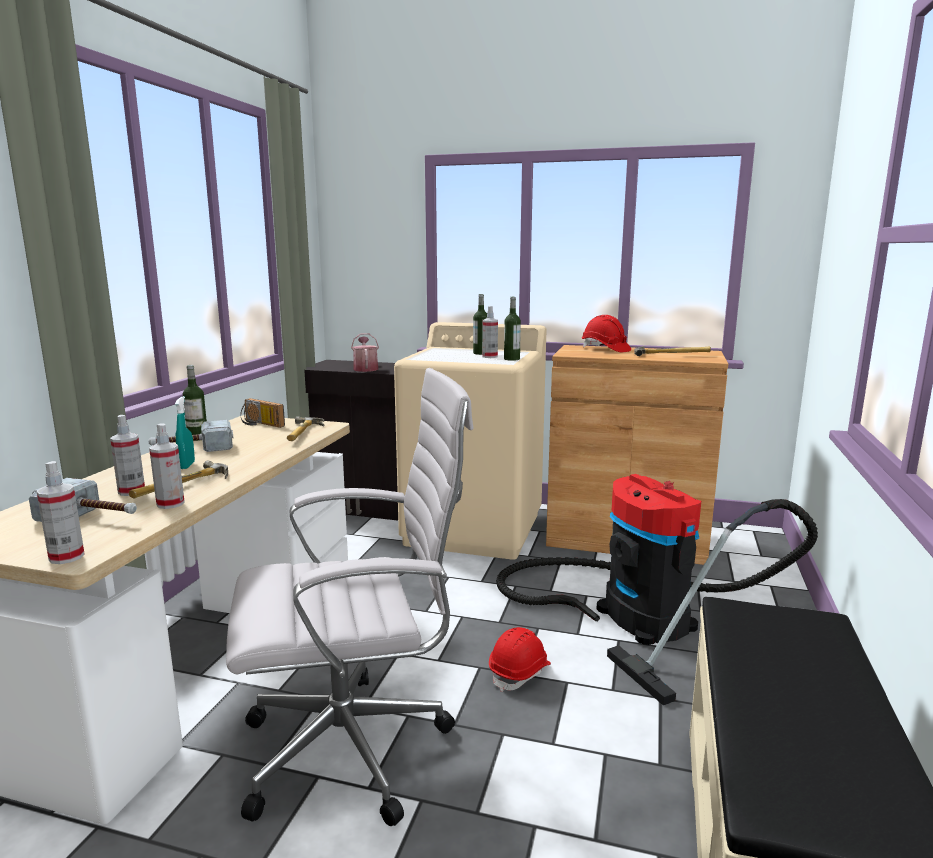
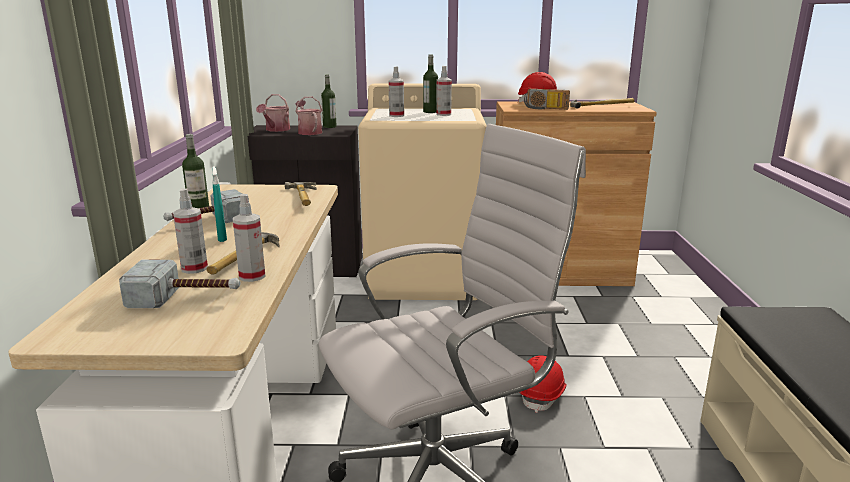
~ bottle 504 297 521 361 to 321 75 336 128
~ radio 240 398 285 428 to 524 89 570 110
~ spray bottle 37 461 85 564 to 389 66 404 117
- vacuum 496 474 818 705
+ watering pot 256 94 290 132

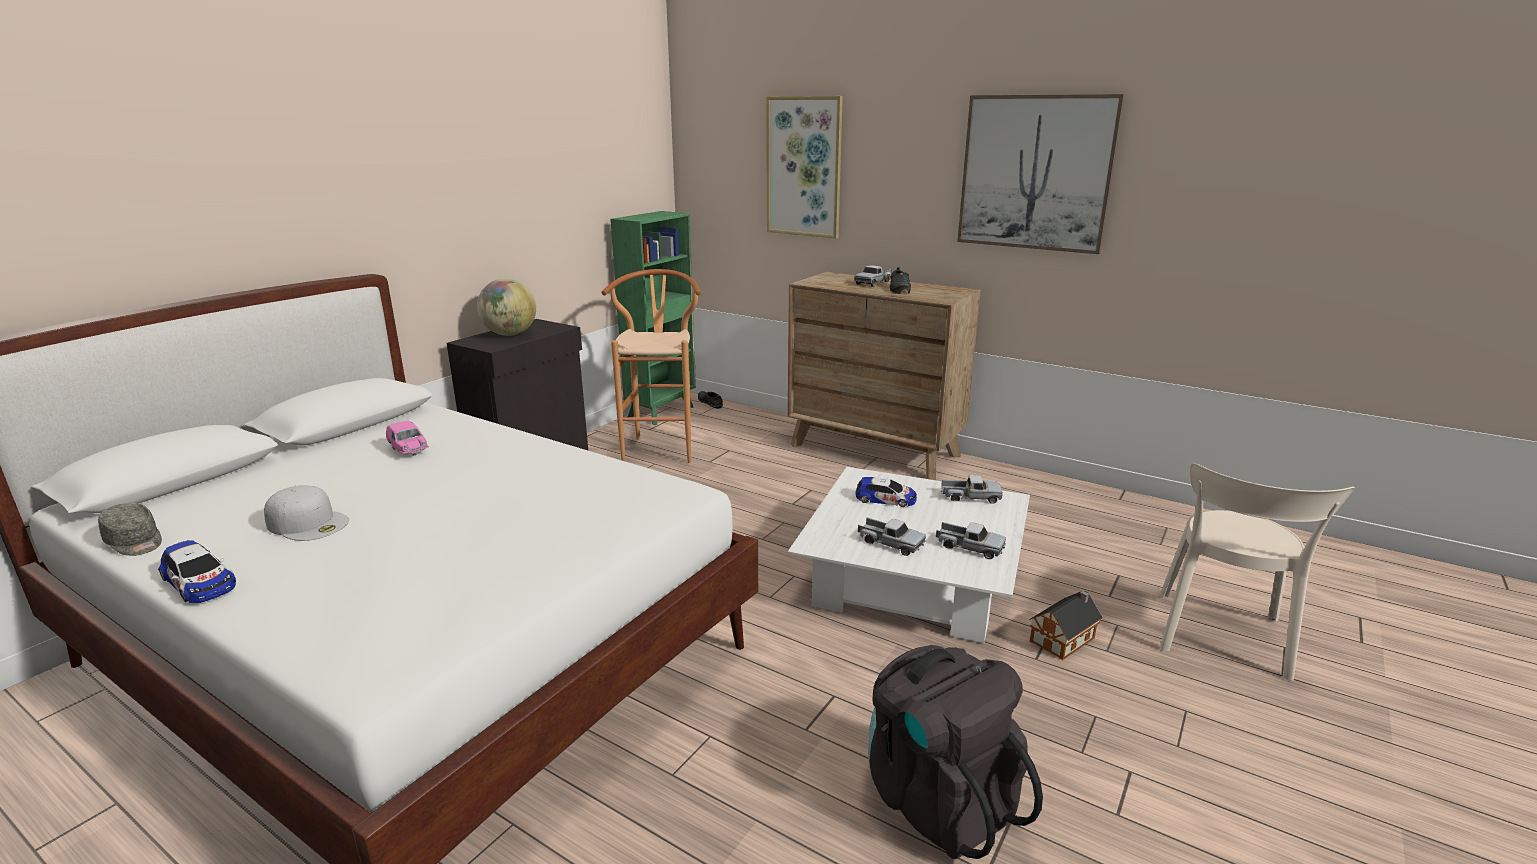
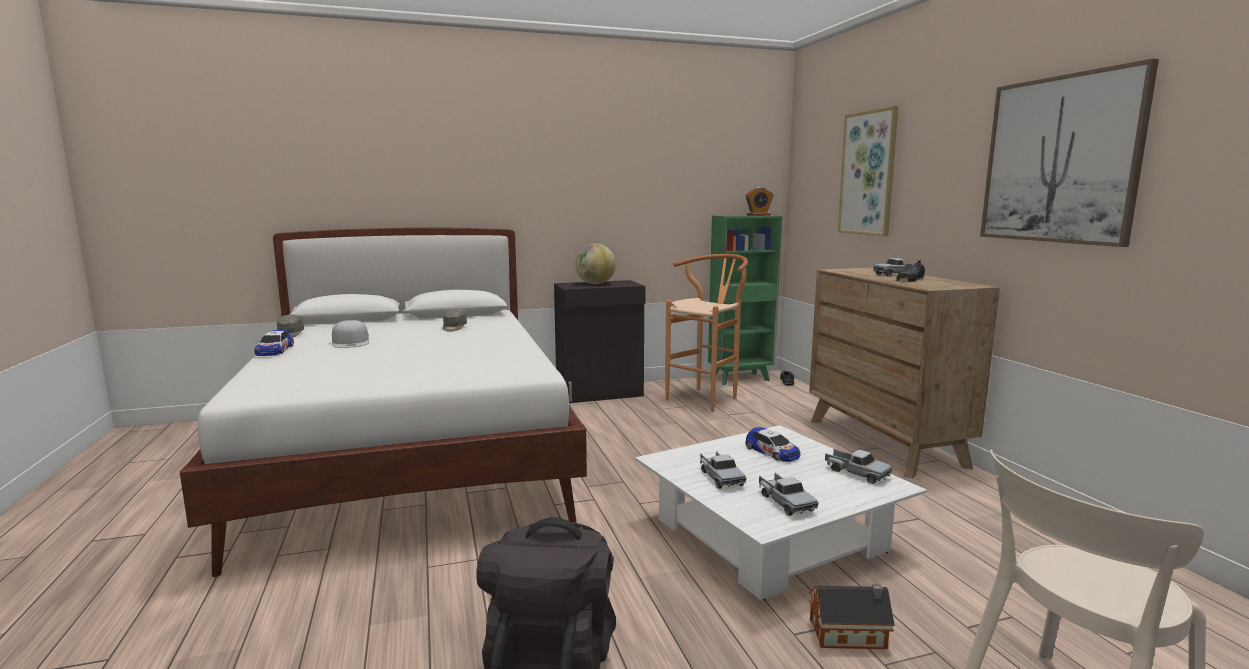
~ pink toy car 386 421 429 456 to greyish peaked cap 443 309 467 331
+ table clock 746 187 773 216

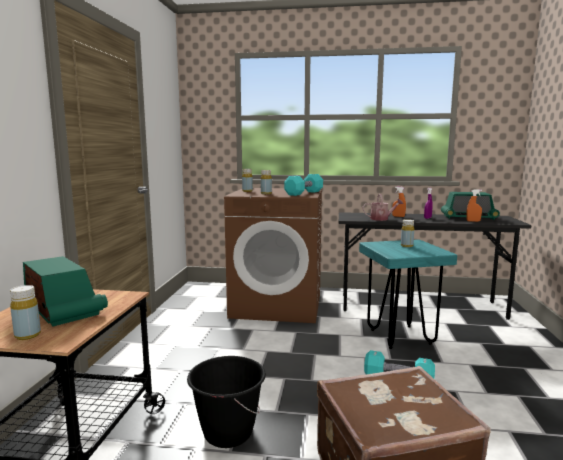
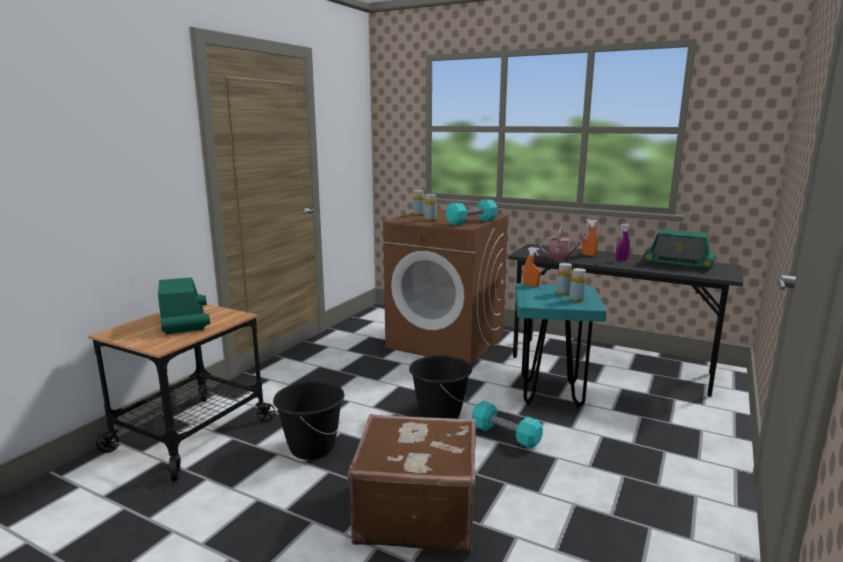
~ orange-coloured spray bottle 466 189 482 222 to 523 247 540 287
~ yellowish bottle 10 285 41 340 to 569 268 586 302
+ black-coloured pail 409 355 472 419

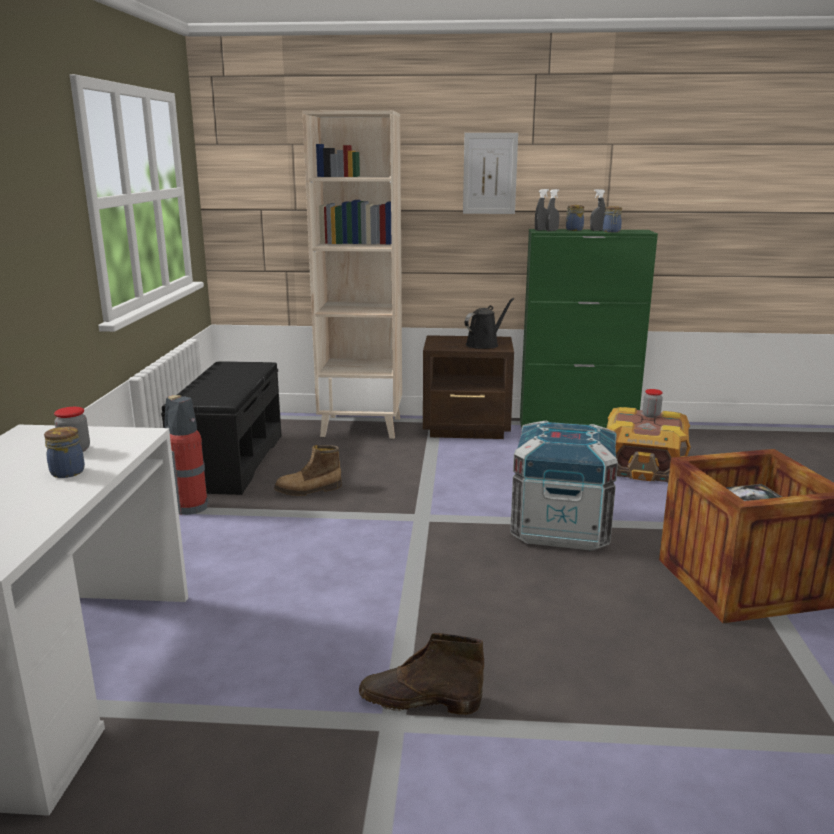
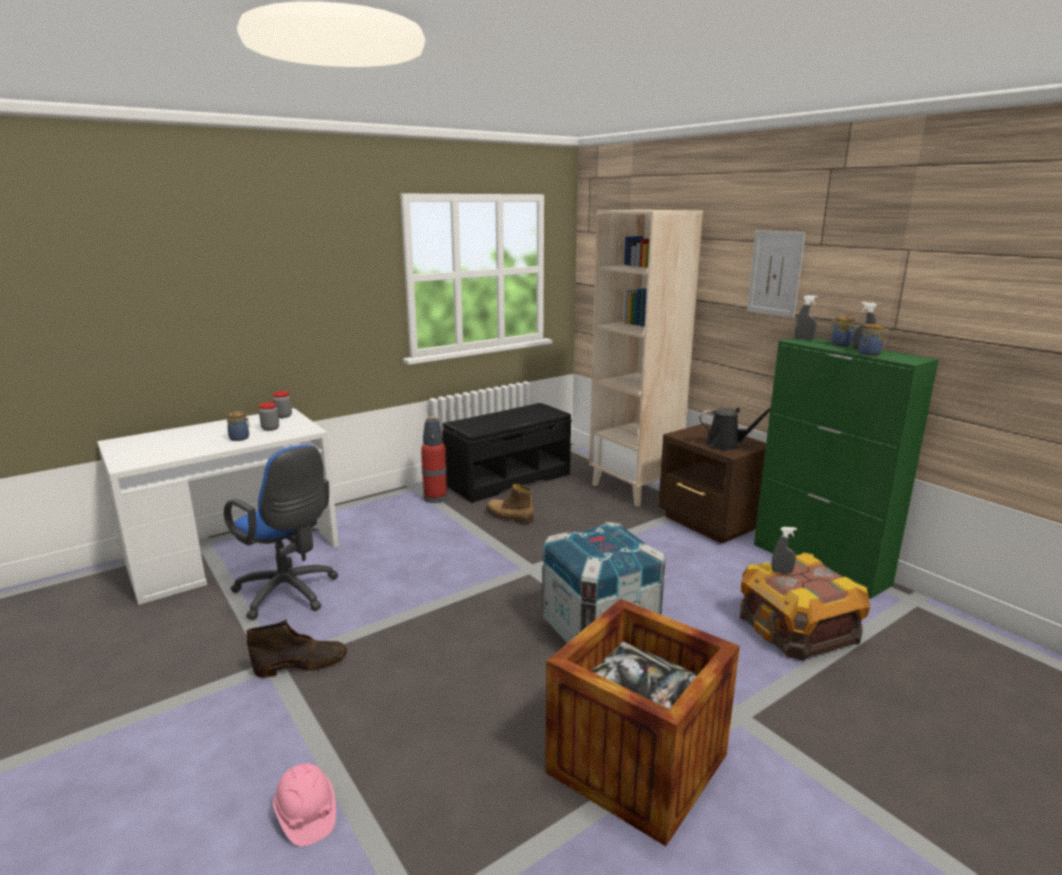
~ greyish spray bottle 546 189 559 231 to 772 527 797 574
~ jar 643 389 663 418 to 273 392 292 418
~ brownish boot 359 633 484 715 = 246 619 347 678 105 degrees clockwise
+ bluish office chair 224 445 338 620
+ pink hard hat 273 763 336 846

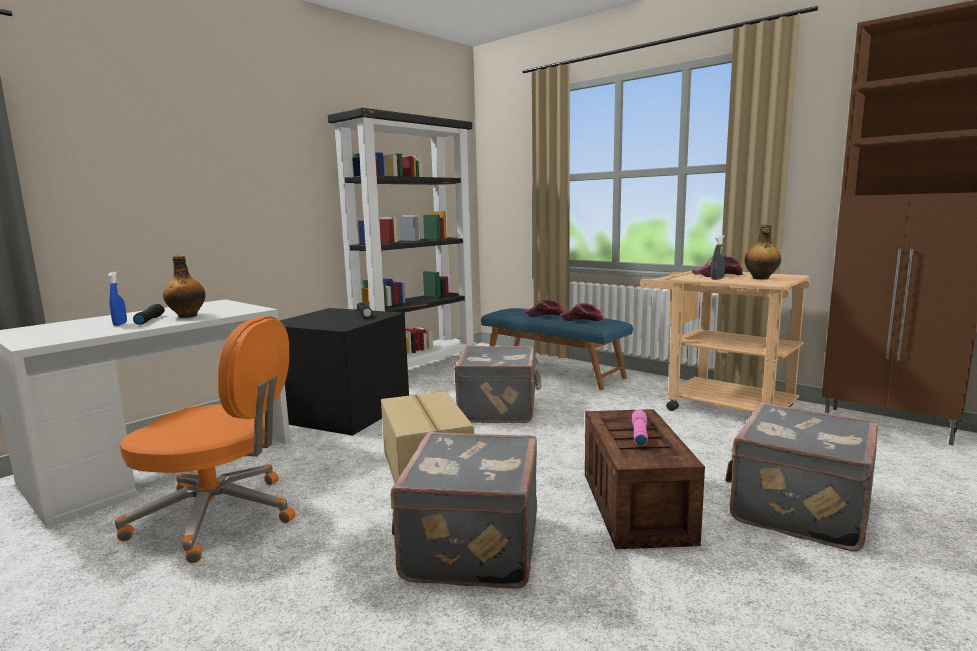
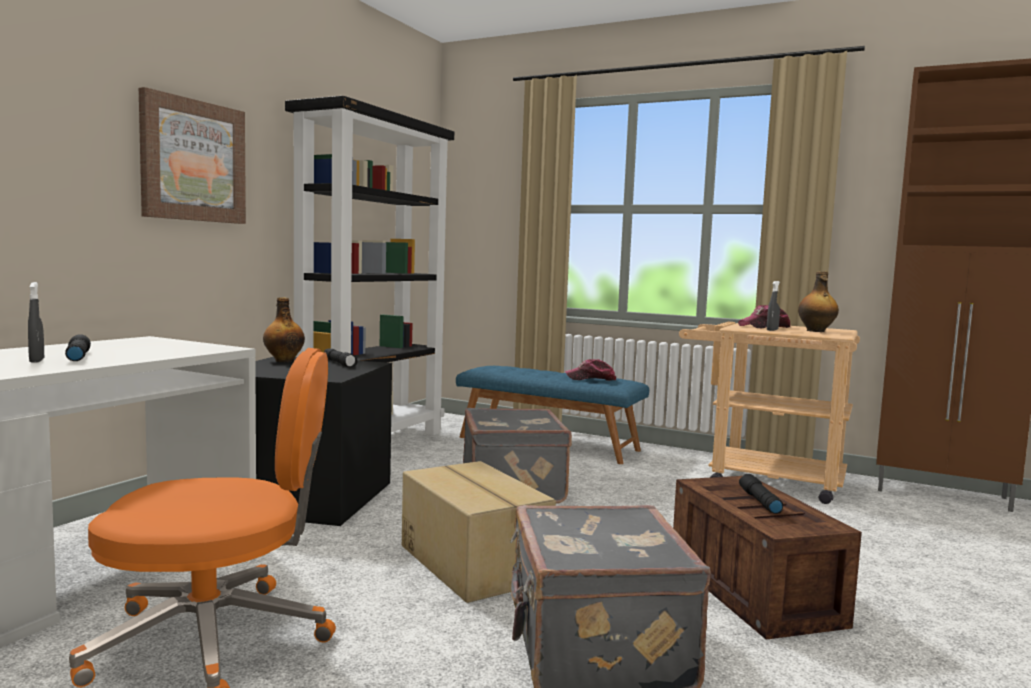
~ bottle 163 255 206 318 to 263 297 305 362
~ bluish spray bottle 108 271 127 326 to greyish spray bottle 28 282 44 363
- peaked cap 524 299 564 317
- greyish travel case 725 402 878 552
~ pink flashlight 632 409 648 446 to black-coloured flashlight 739 474 783 514
+ picture 139 87 246 224

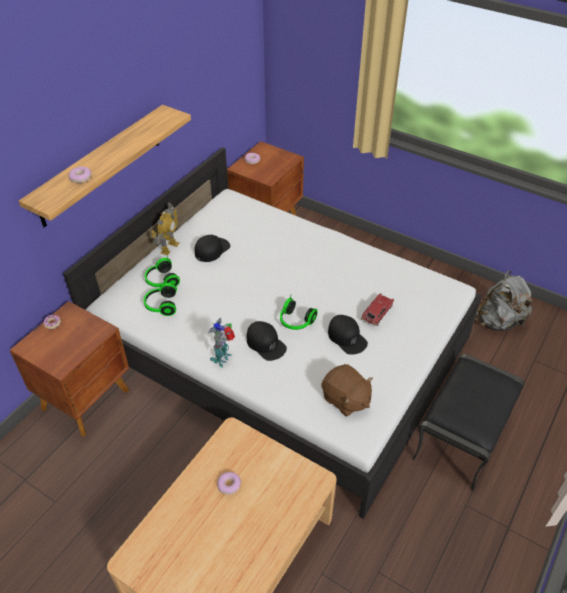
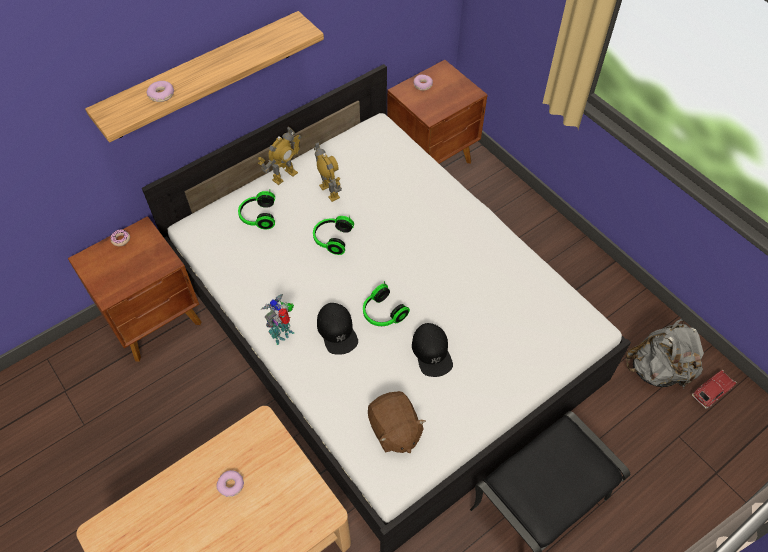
~ black-coloured peaked cap 195 235 230 262 to toy robot 314 142 342 202
~ pair of headphones 144 283 177 316 to 313 216 354 255
~ toy car 361 293 394 326 to 692 370 737 408

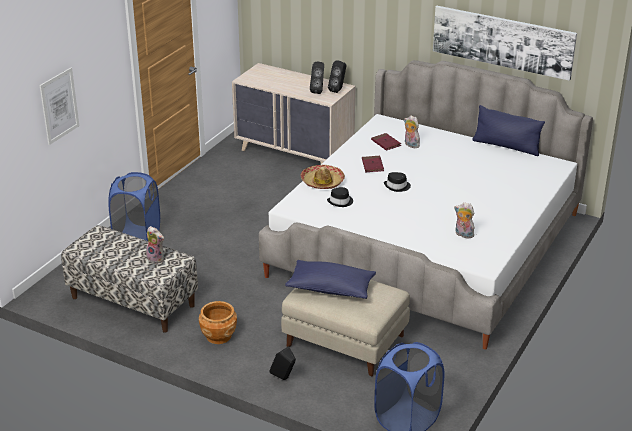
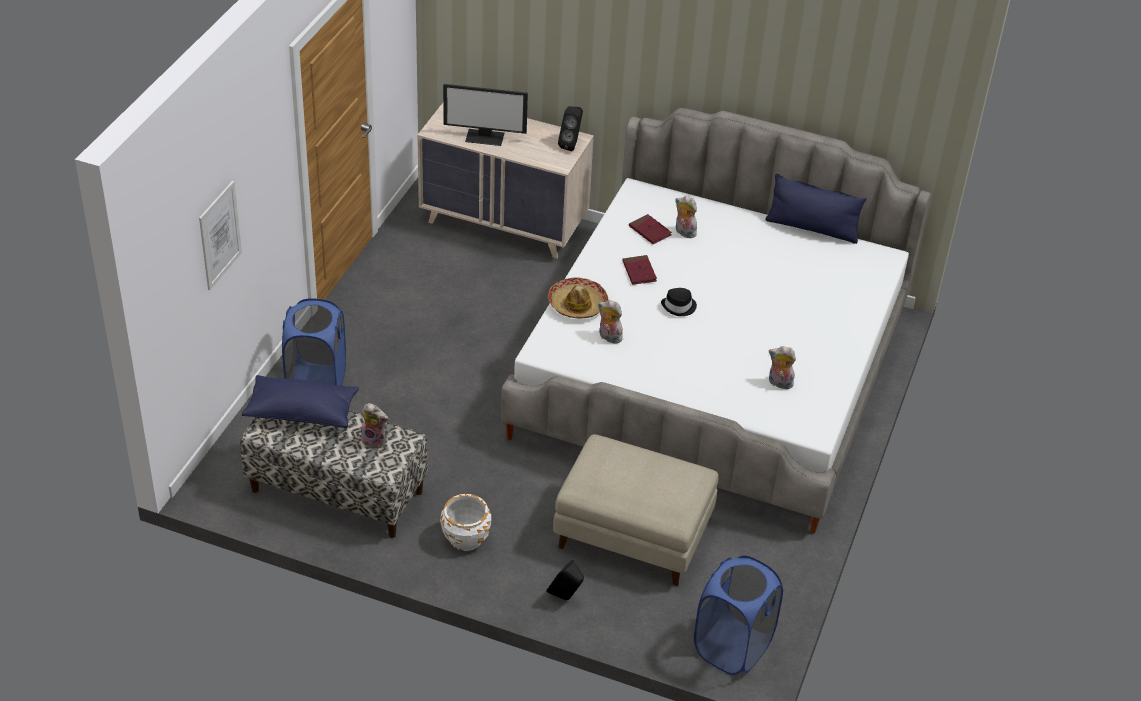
- picture 433 6 577 81
- black-coloured loudspeaker 310 62 324 94
~ black-coloured clothing hat 327 187 353 207 to cuddly toy 598 300 623 344
~ bluish pillow 285 260 376 299 to 242 375 359 428
~ brownish planter 199 301 237 344 to whitish planter 440 494 491 551
+ computer display 443 84 528 146

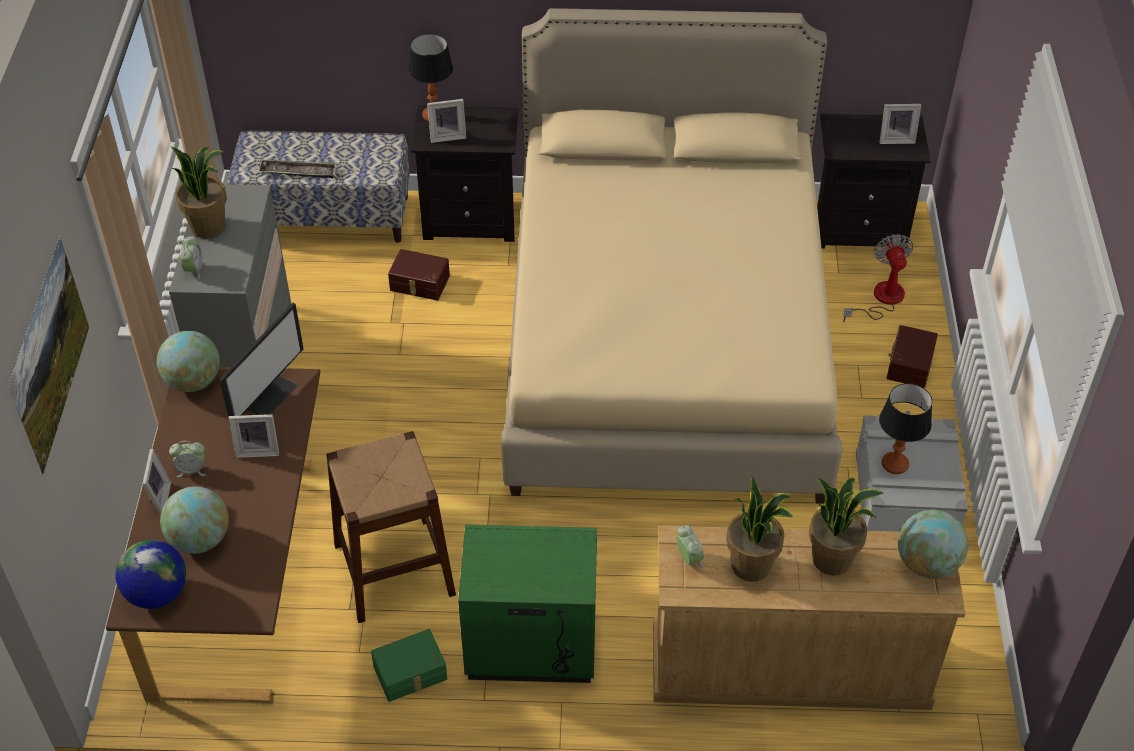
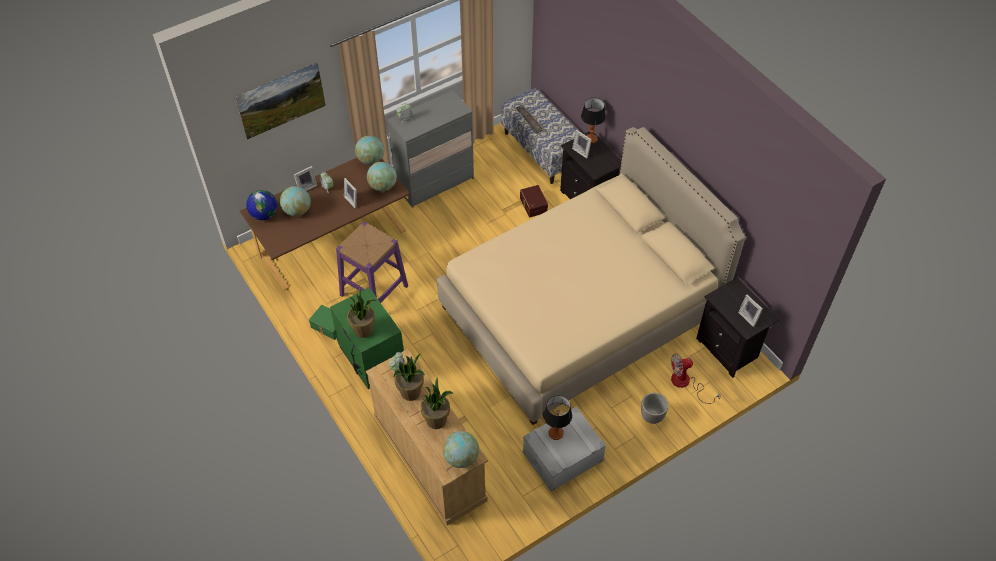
~ plant in a pot 171 147 227 238 to 347 289 376 338
~ fan 843 234 913 323 = 671 353 721 404 150 degrees counterclockwise
~ computer display 219 303 304 418 to globe 367 162 397 191
~ brownish storage container 886 325 938 388 to planter 641 393 669 424
~ brownish sitting stool 326 431 456 623 to purplish sitting stool 336 221 408 303

